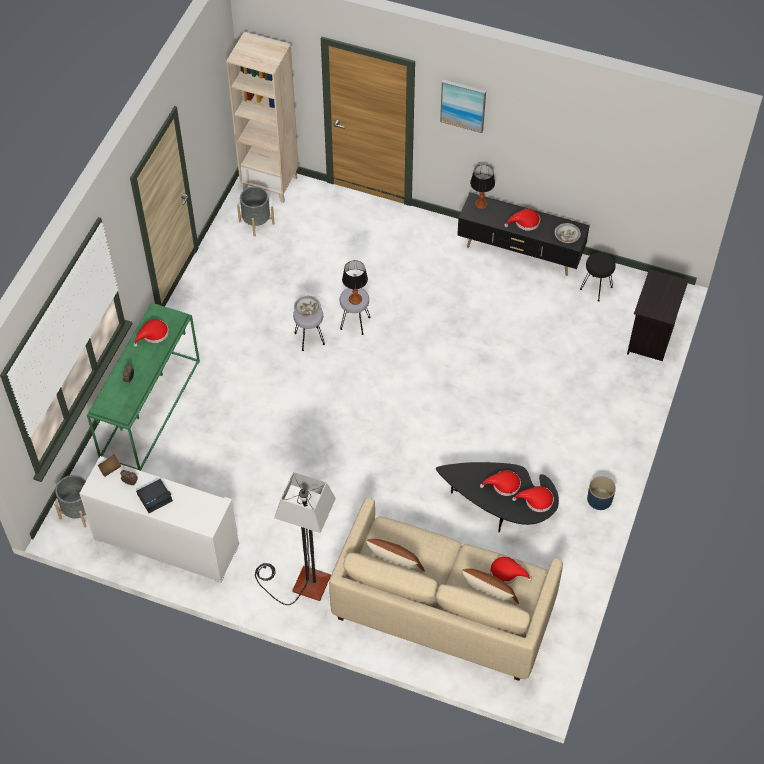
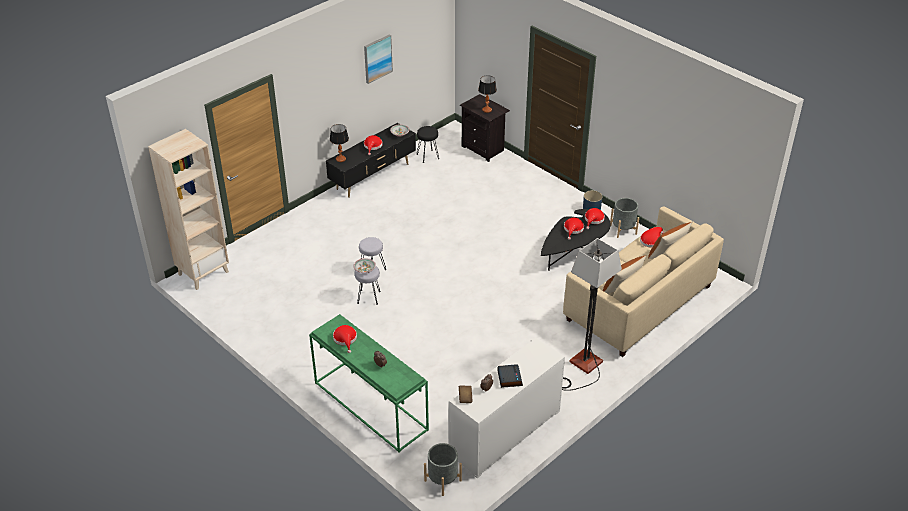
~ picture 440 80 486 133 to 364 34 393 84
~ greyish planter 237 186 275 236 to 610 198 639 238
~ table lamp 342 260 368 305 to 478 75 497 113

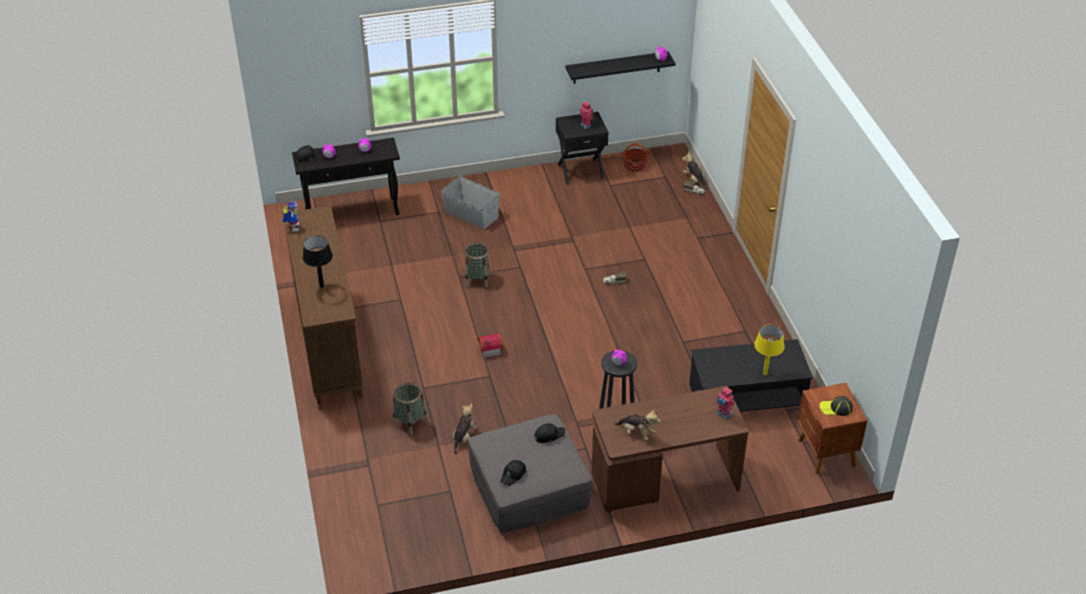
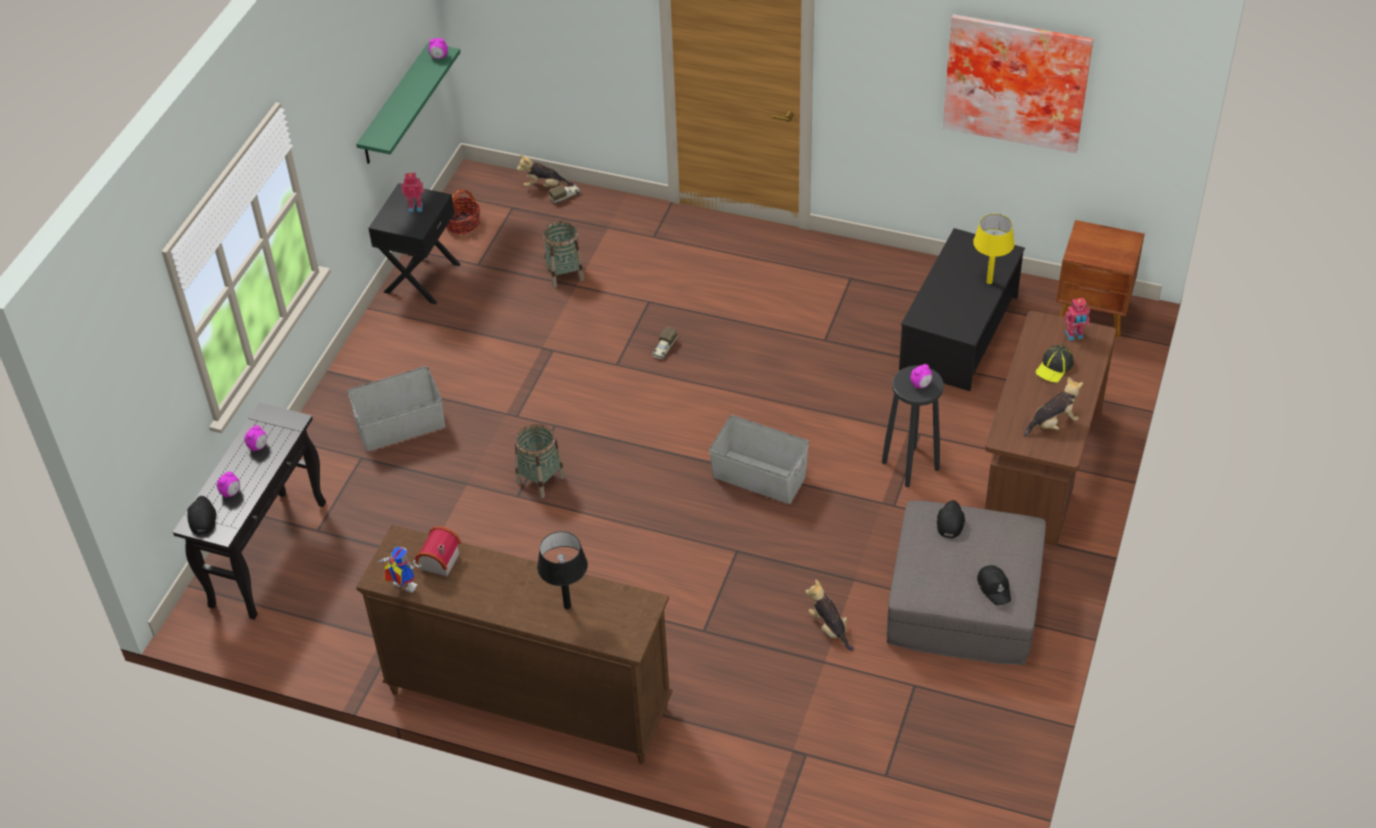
~ black-coloured bracket shelf 566 51 676 84 to greenish bracket shelf 356 43 461 164
~ toy house 478 333 503 358 to 415 526 461 577
~ household basket 393 383 427 435 to 543 220 584 288
~ peaked cap 820 396 853 416 to 1035 345 1074 383
+ picture 943 14 1093 153
+ greyish storage container 709 415 809 504

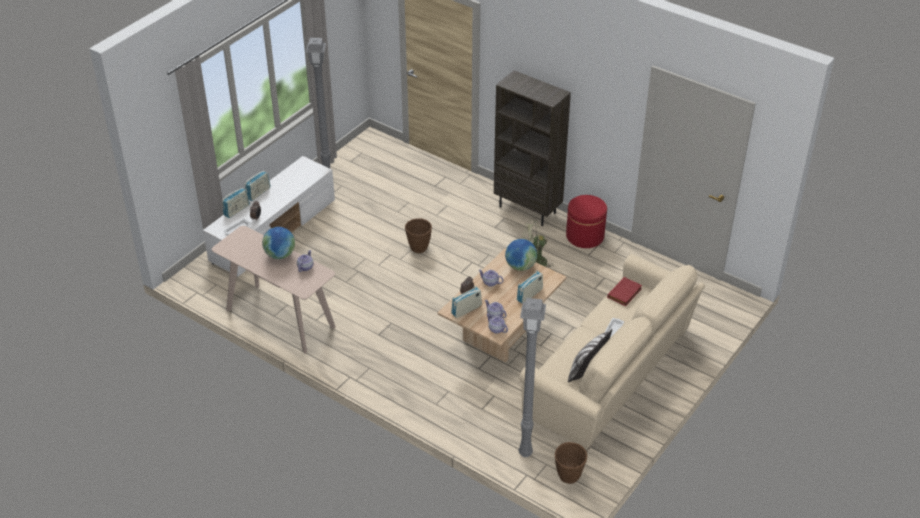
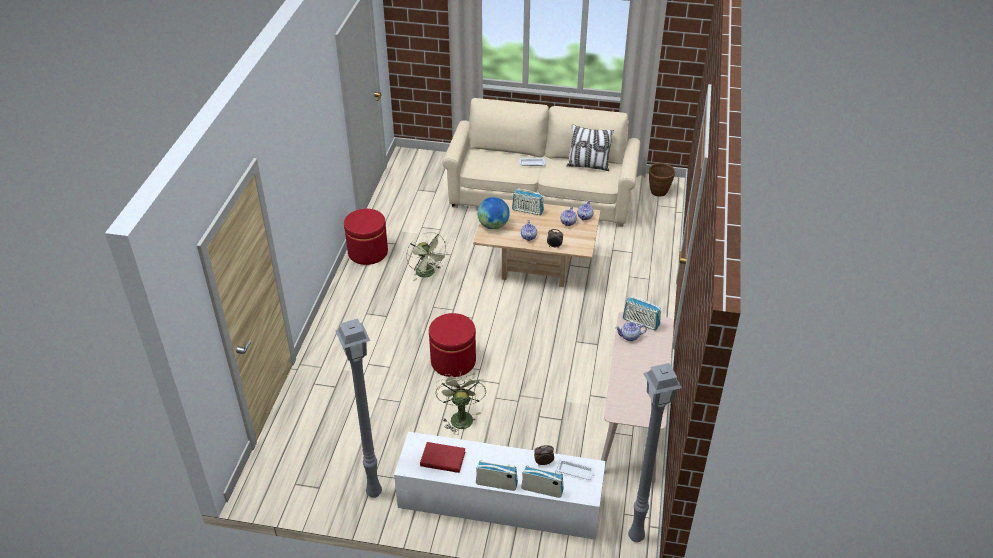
- brownish bookshelf 494 70 571 226
~ brownish planter 405 218 432 253 to red-coloured ottoman 429 313 476 377
- globe 262 227 295 259
~ red-coloured volume 607 277 642 306 to 420 442 465 473
~ radio 451 286 482 318 to 623 296 661 330
~ greyish standing lamp 519 298 546 457 to 628 363 682 542
+ greenish fan 436 371 486 435

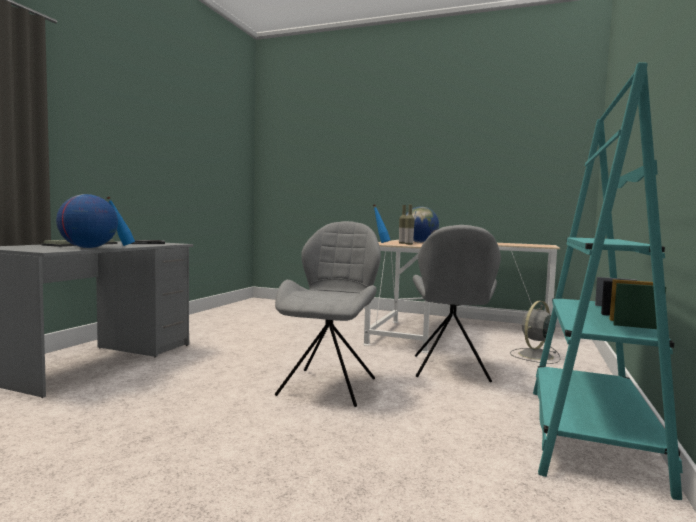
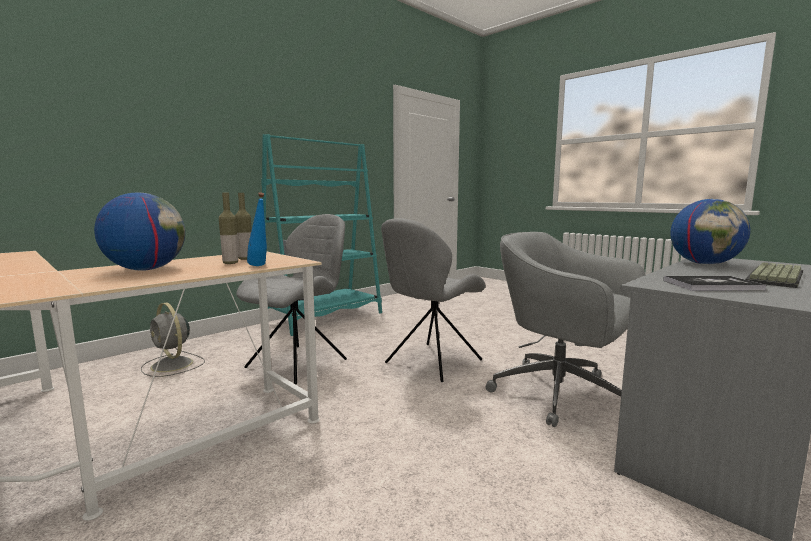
- bluish bottle 107 197 135 246
~ greyish fan 510 301 560 364 = 141 303 205 377 60 degrees clockwise
+ greyish office chair 485 232 645 427

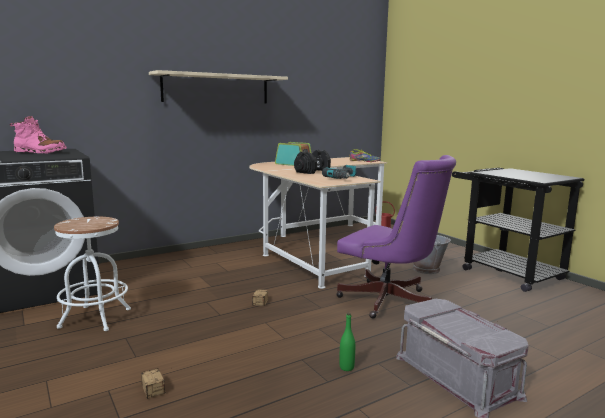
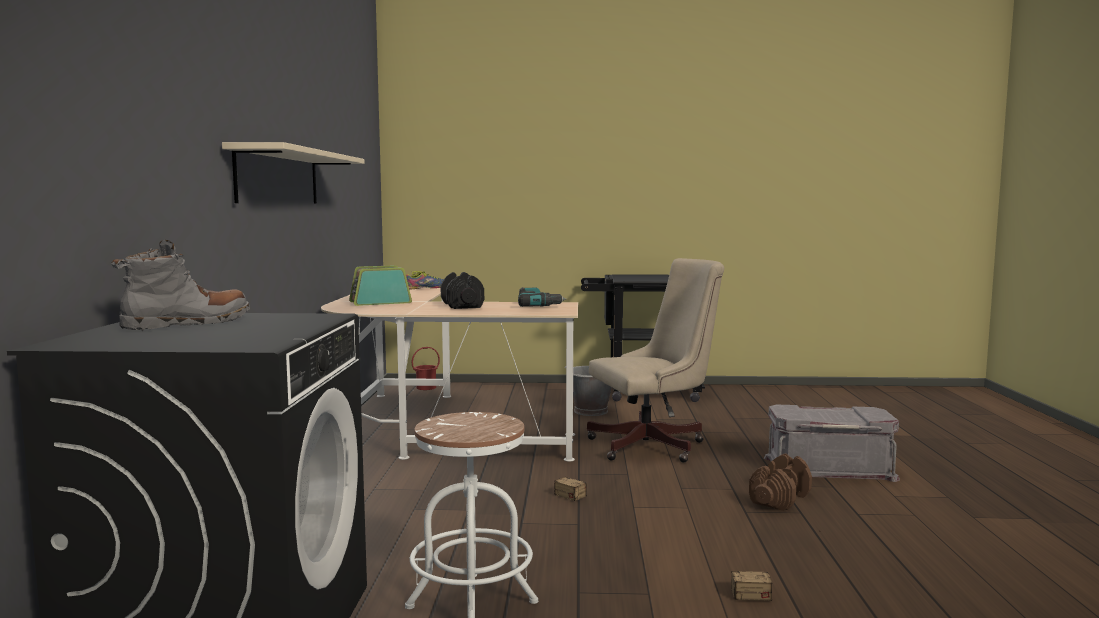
~ pink boot 10 116 67 153 to greyish boot 111 240 250 331
~ purplish office chair 336 155 456 319 to beige office chair 587 258 724 462
~ greenish bottle 339 313 355 371 to brownish hand weight 749 454 812 511

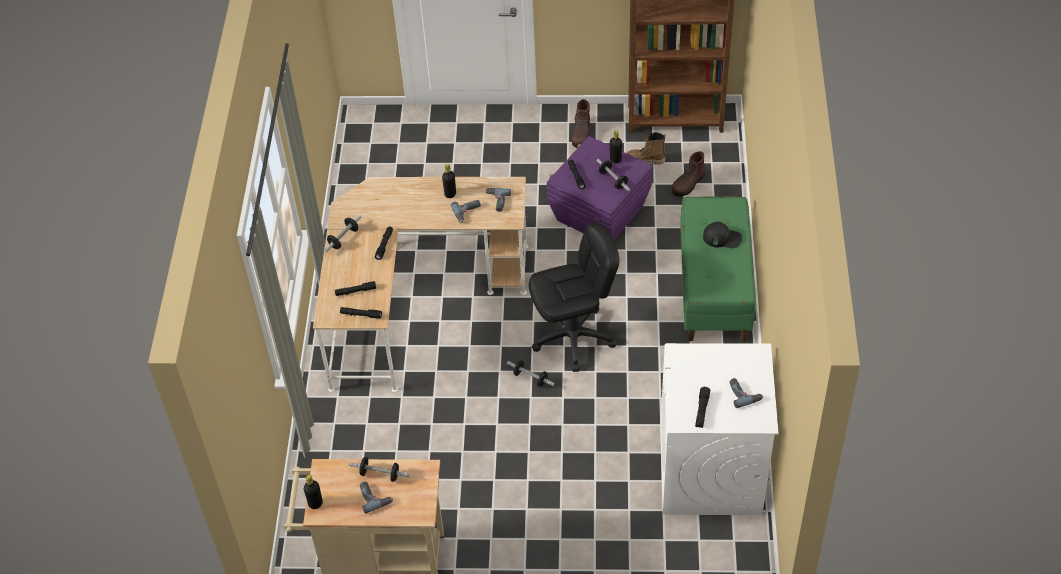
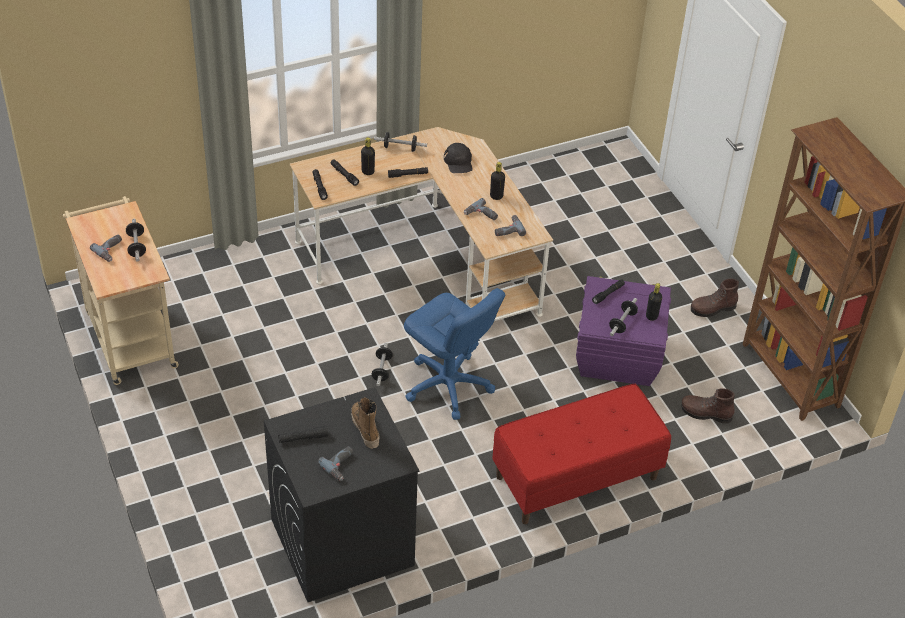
~ boot 627 132 666 165 to 351 397 379 449
~ greenish bench 680 197 756 342 to red-coloured bench 492 384 671 524
~ black-coloured office chair 529 222 619 372 to bluish office chair 404 288 505 420
~ black-coloured peaked cap 703 222 742 248 to 444 143 473 173
~ whitish laundry appliance 660 343 779 515 to black-coloured laundry appliance 264 387 419 602
~ black-coloured bottle 304 475 323 509 to 361 137 375 175

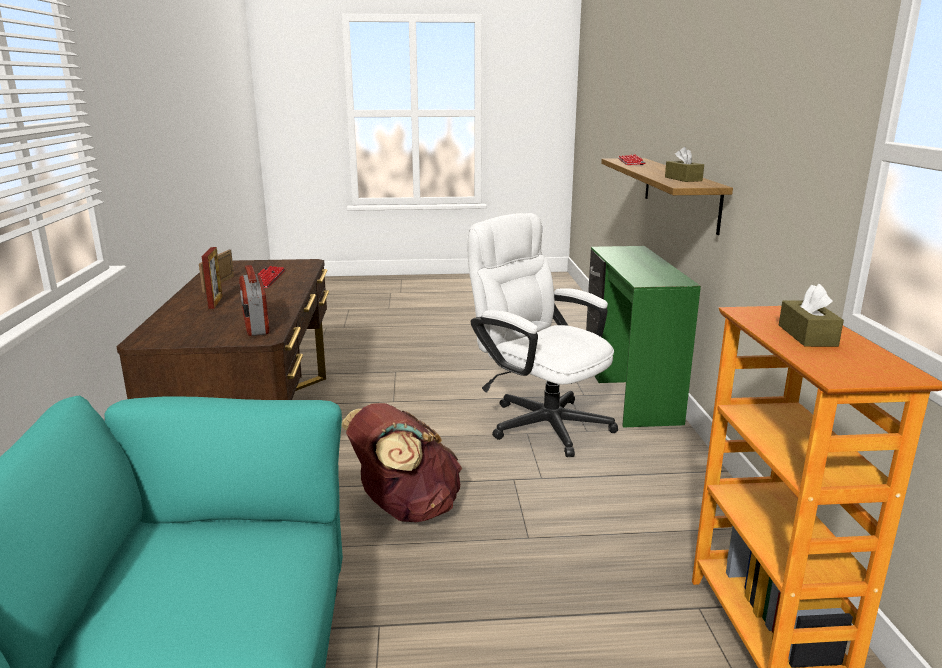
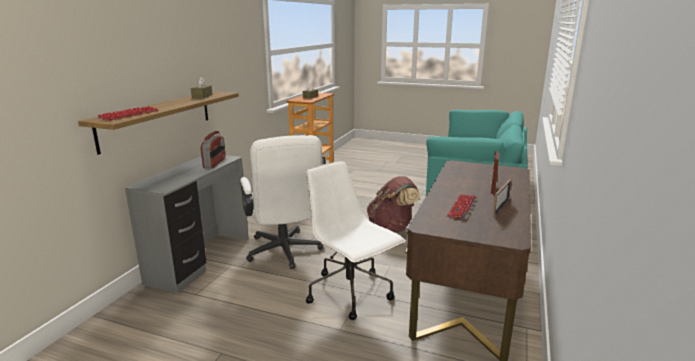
~ greenish desk table 586 246 701 428 to greyish desk table 125 155 249 294
~ radio 239 265 269 336 to 201 131 226 168
+ whitish office chair 306 161 406 320

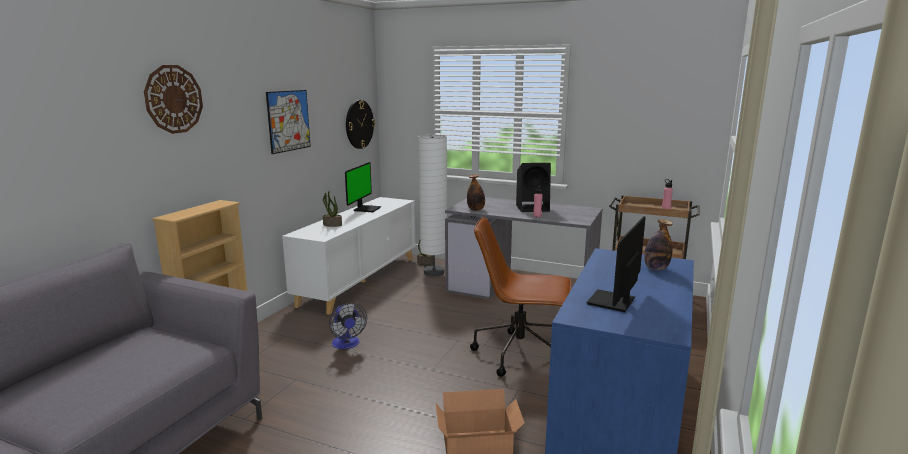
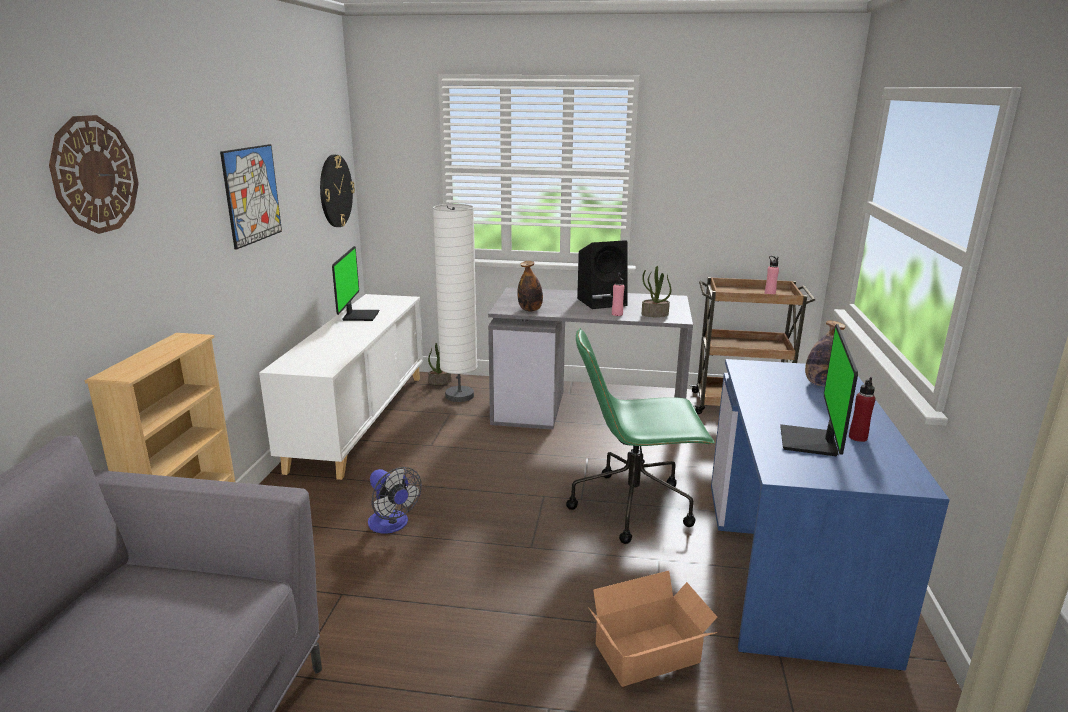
~ plant in a pot 323 191 342 227 to 642 266 671 317
~ brownish office chair 470 217 571 377 to greenish office chair 566 328 715 544
+ red-coloured bottle 849 377 876 442

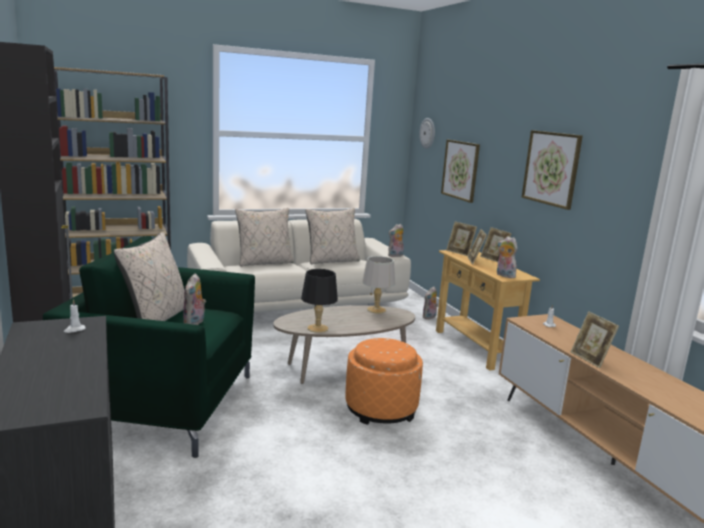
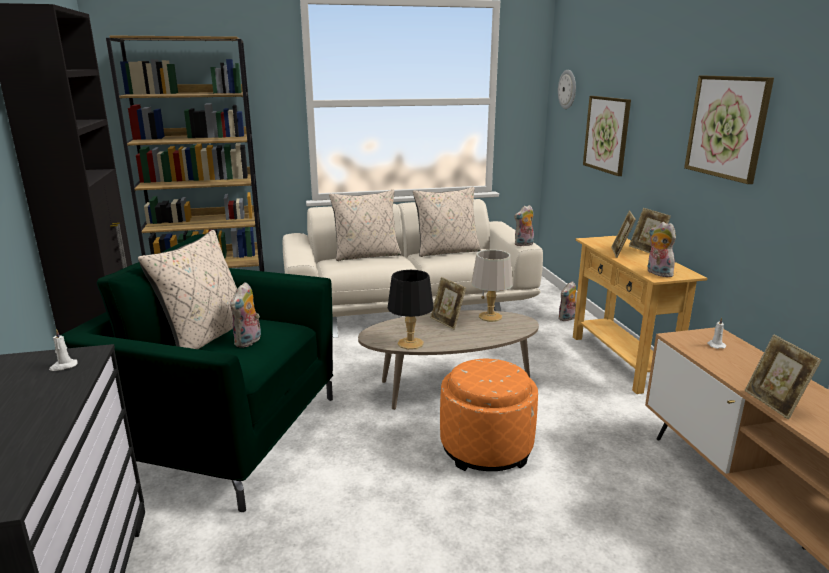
~ standing frame 446 222 477 256 to 430 277 466 330

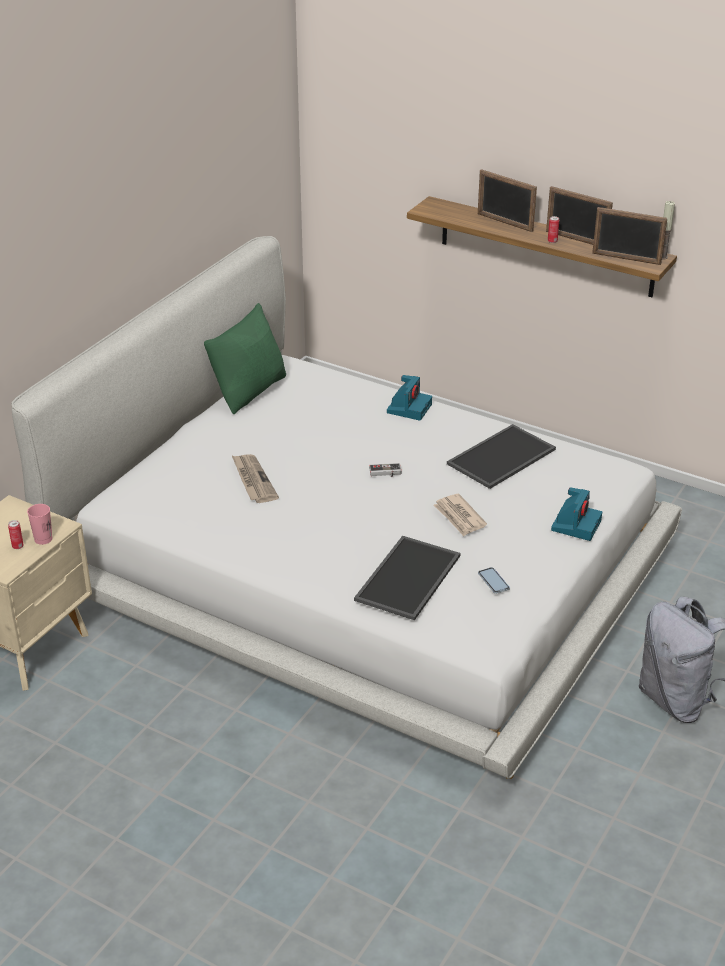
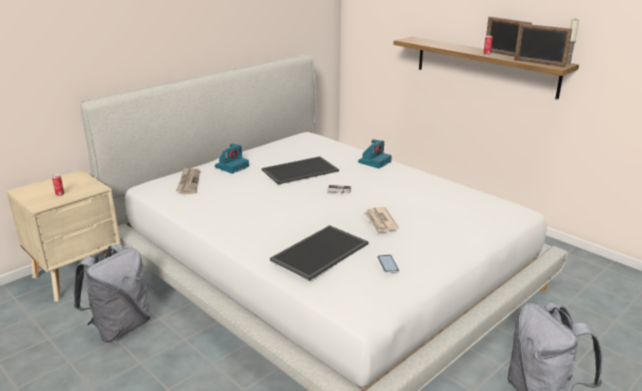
- standing frame 478 169 537 232
- greenish pillow 204 303 286 414
~ tray 447 424 556 489 to 262 156 339 185
~ printed paper 232 454 279 503 to 176 168 200 194
~ still camera 551 487 602 541 to 215 144 249 174
- pink cup 27 504 53 545
+ greyish backpack 74 244 151 342

